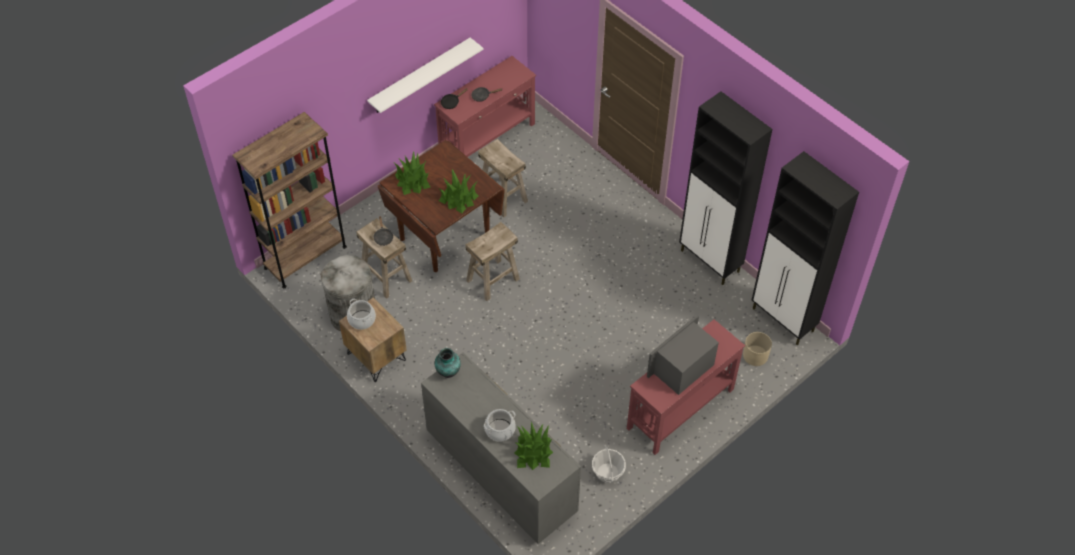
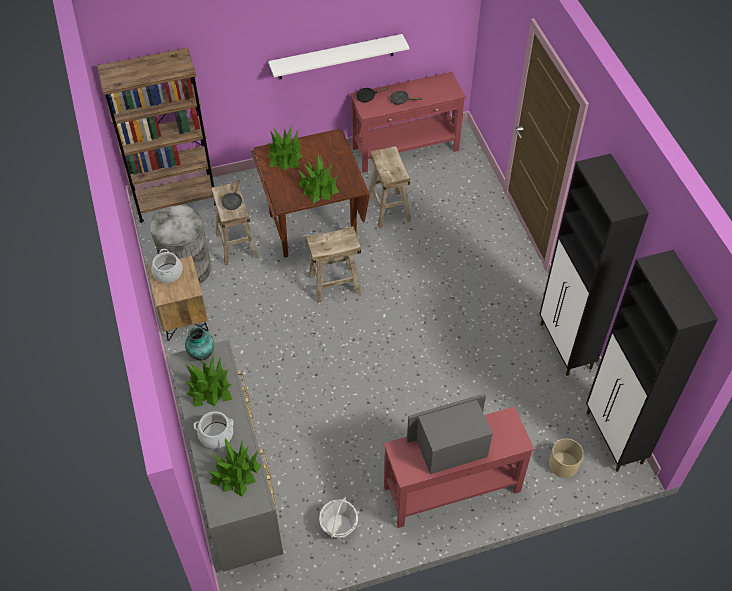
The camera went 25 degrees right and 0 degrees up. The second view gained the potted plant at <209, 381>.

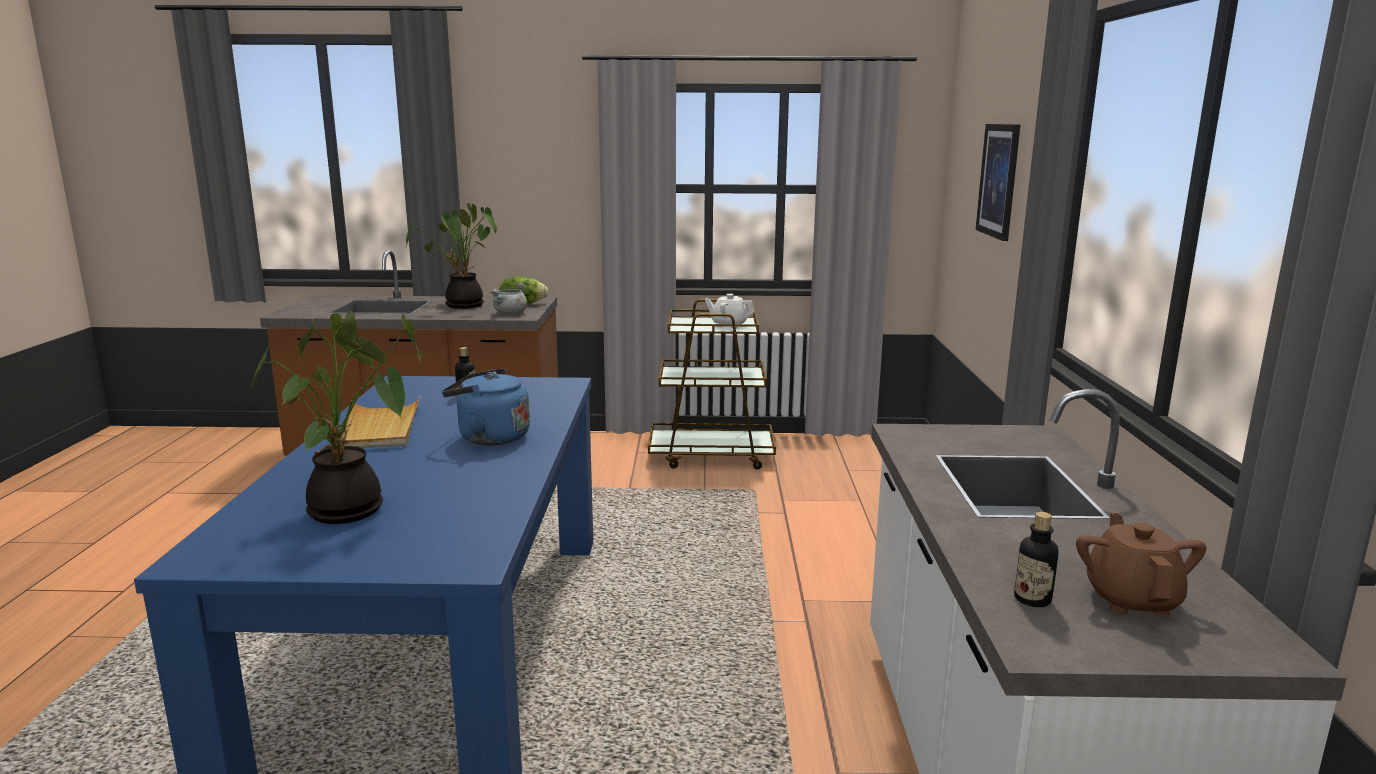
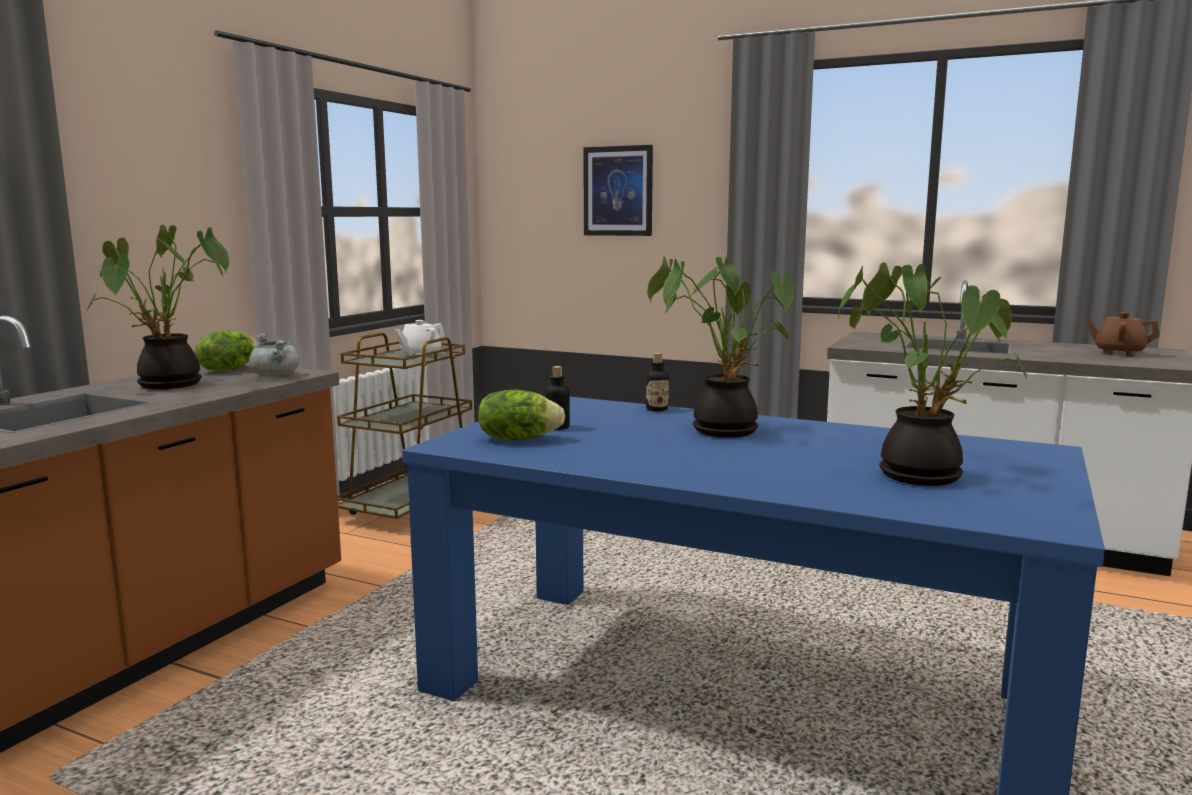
The camera went 65 degrees left and 5 degrees down. Where the blue kettle stood at <486, 407>, the potted plant came to stand at <720, 347>. The second view lost the beige tray at <380, 422>. The bottle ended up elsewhere, having gone from <1036, 559> to <657, 382>. The second view gained the lettuce at <521, 415>.

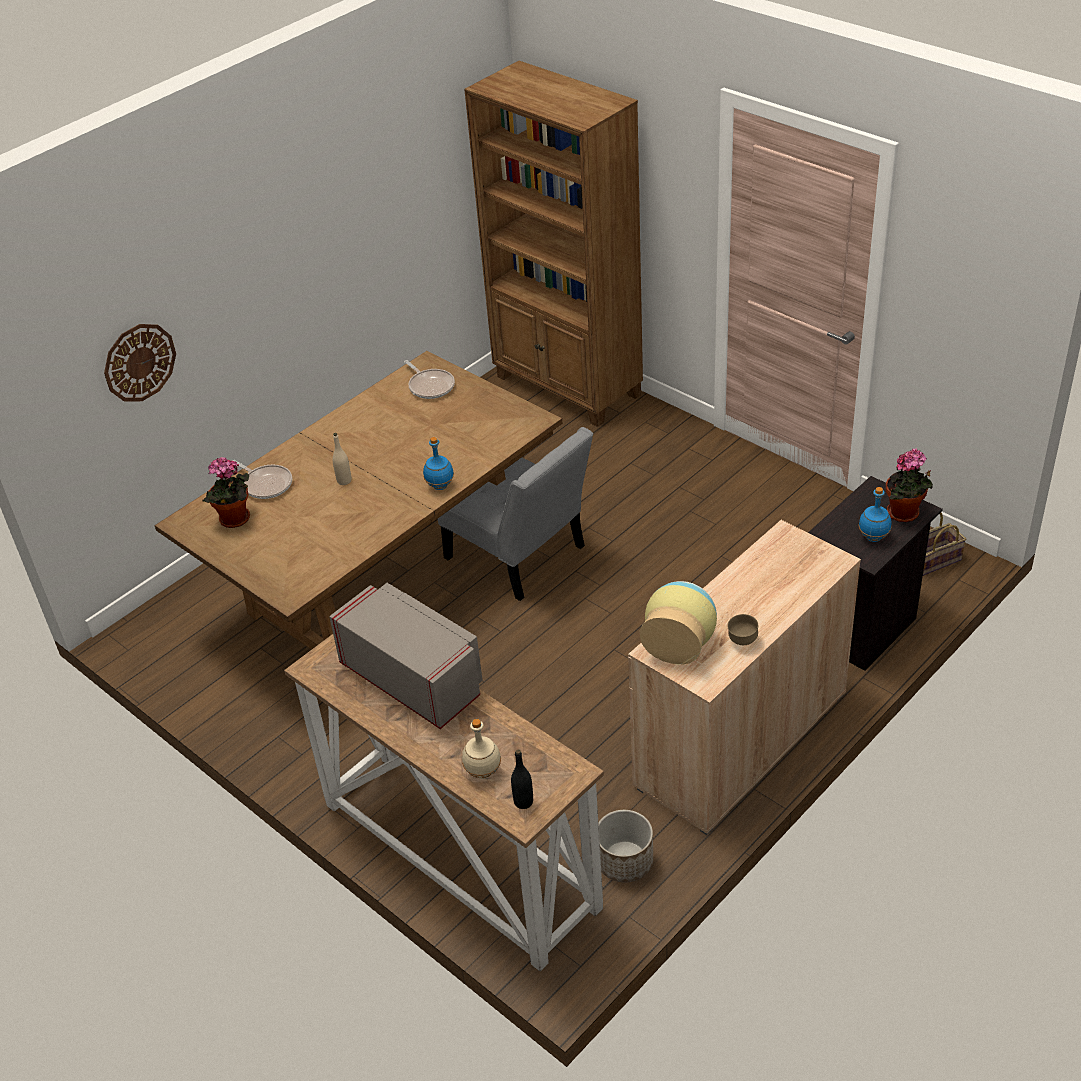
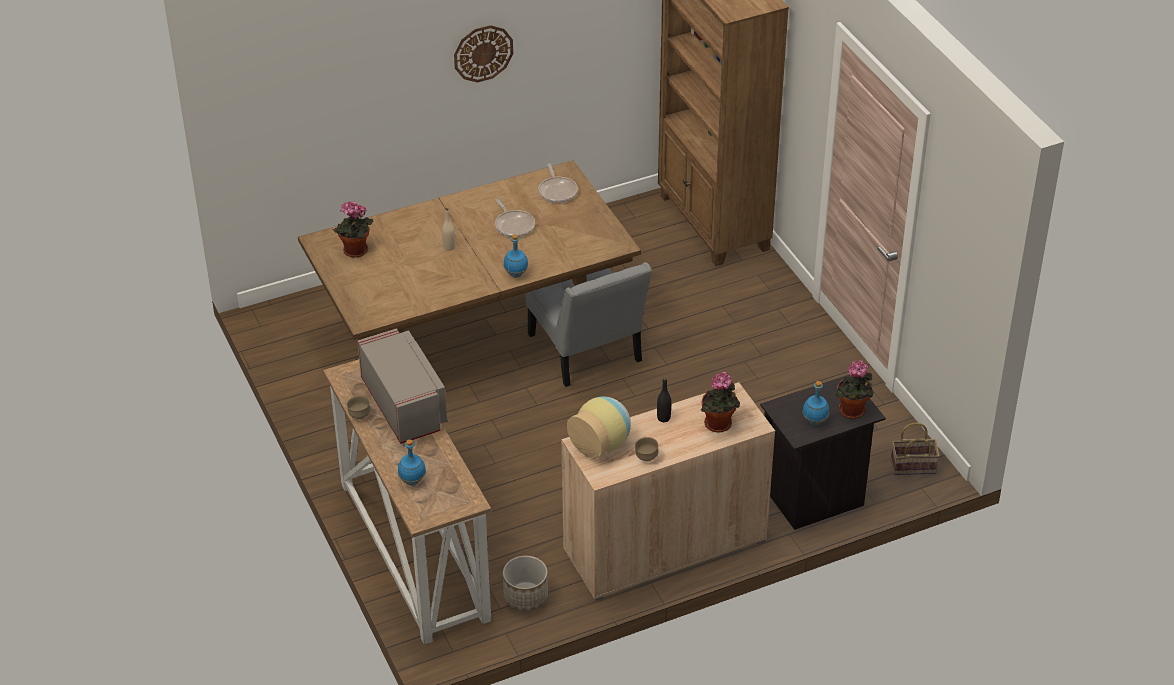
The camera went 20 degrees right and 0 degrees up. The wall clock ended up elsewhere, having gone from <140, 363> to <483, 54>. The frying pan ended up elsewhere, having gone from <262, 479> to <515, 218>. What was the beige bottle at <481, 749> turned into the blue bottle at <412, 462>. The black bottle ended up elsewhere, having gone from <522, 779> to <664, 400>. The second view gained the potted plant at <720, 402>. The second view gained the brown bowl at <359, 407>.

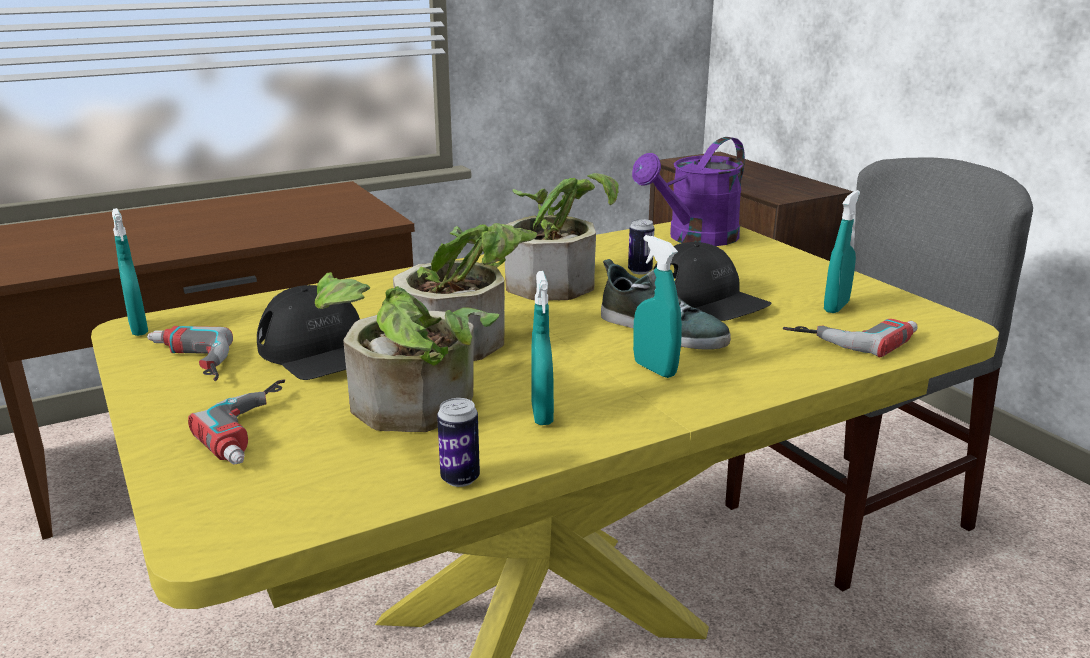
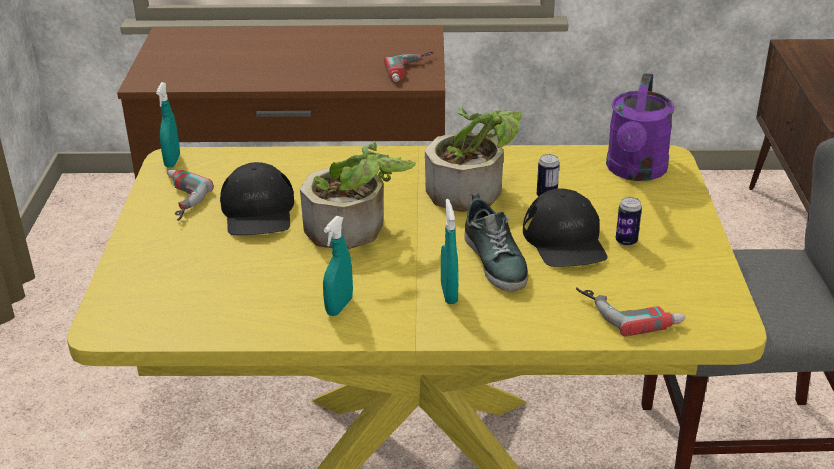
The camera went 30 degrees right and 10 degrees up. The purple watering can at <688, 191> ended up facing another way, 60 degrees counterclockwise from before. The second view lost the turquoise spray bottle at <842, 251>. The second view lost the potted plant at <407, 352>. The power drill ended up elsewhere, having gone from <236, 422> to <409, 66>. The can ended up elsewhere, having gone from <458, 442> to <629, 221>.

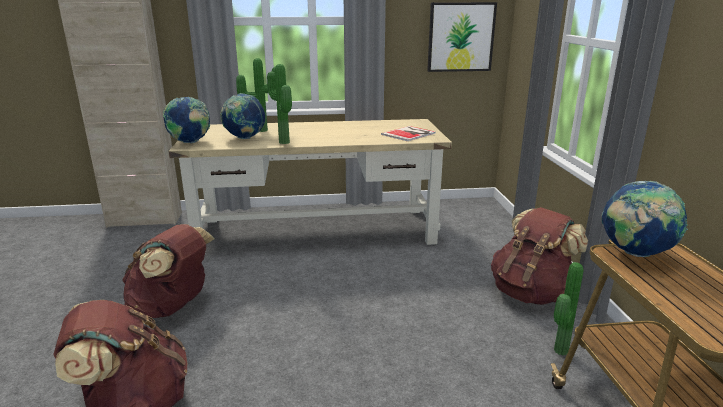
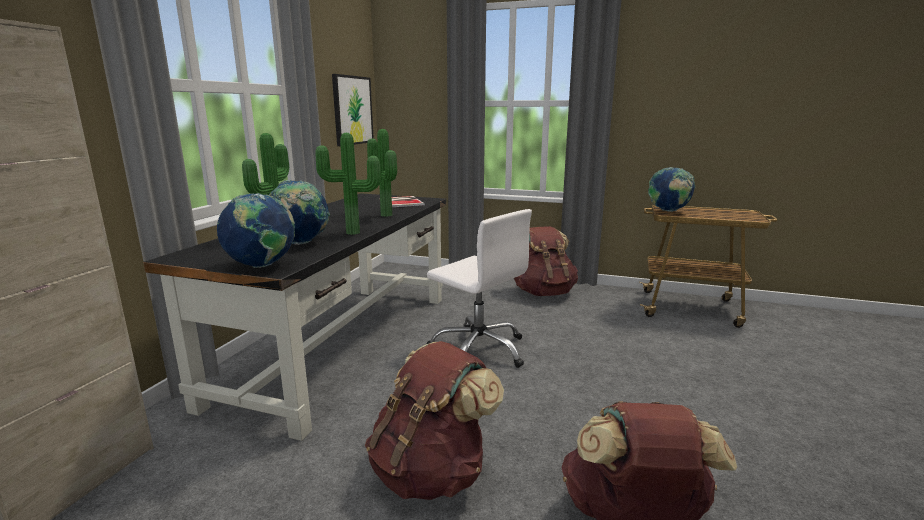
The camera went 65 degrees left and 5 degrees down. What was the beige desk at <310, 186> turned into the black desk at <294, 317>. The potted plant ended up elsewhere, having gone from <568, 308> to <382, 173>. The second view gained the white office chair at <479, 288>.

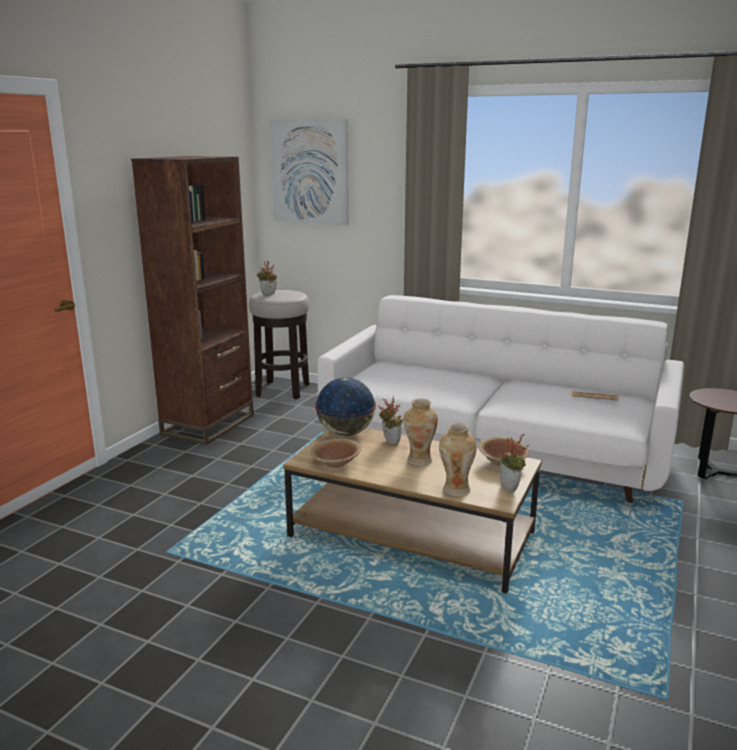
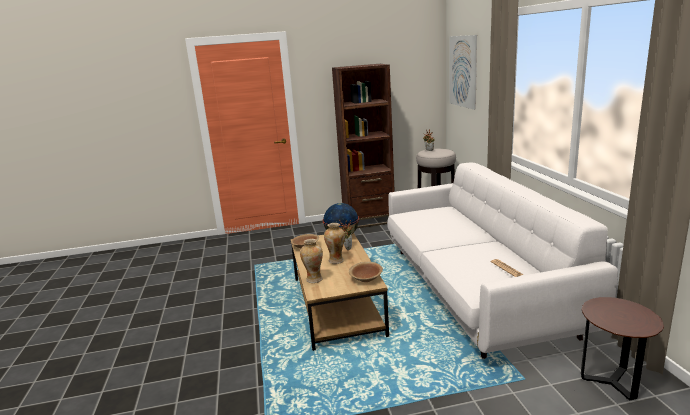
The camera went 55 degrees right and 0 degrees up. The second view lost the potted plant at <514, 463>.

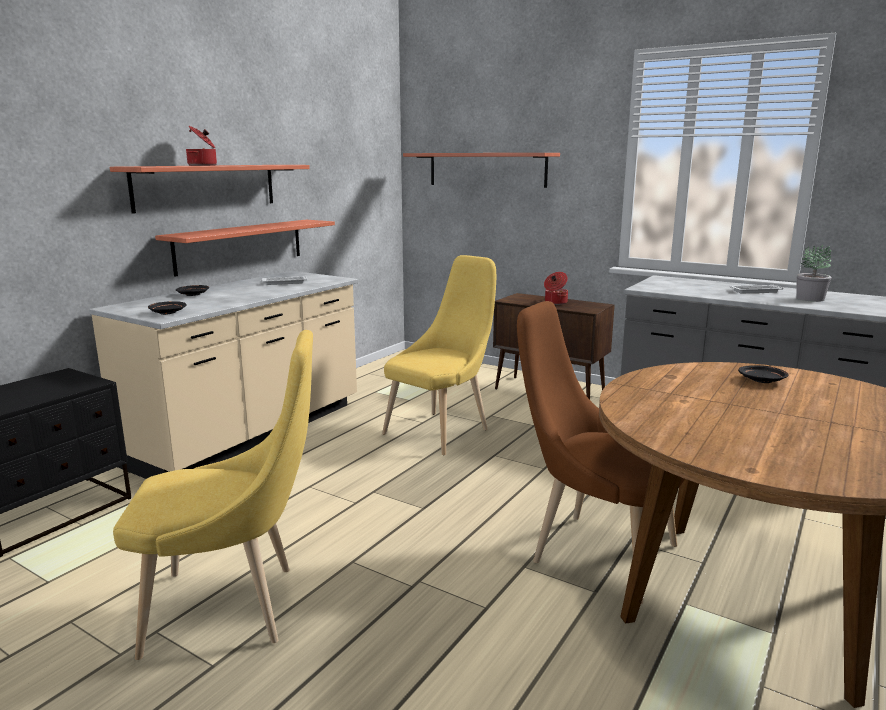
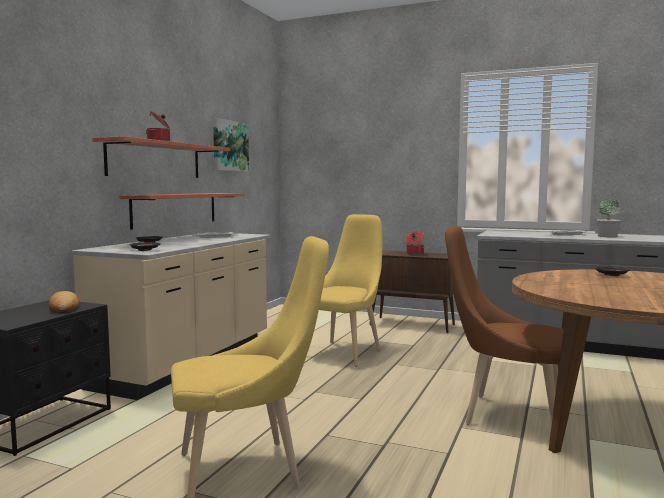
The camera went 10 degrees left and 10 degrees down. The second view lost the shelf at <481, 170>. The second view gained the picture at <231, 145>. The second view gained the bread at <64, 302>.

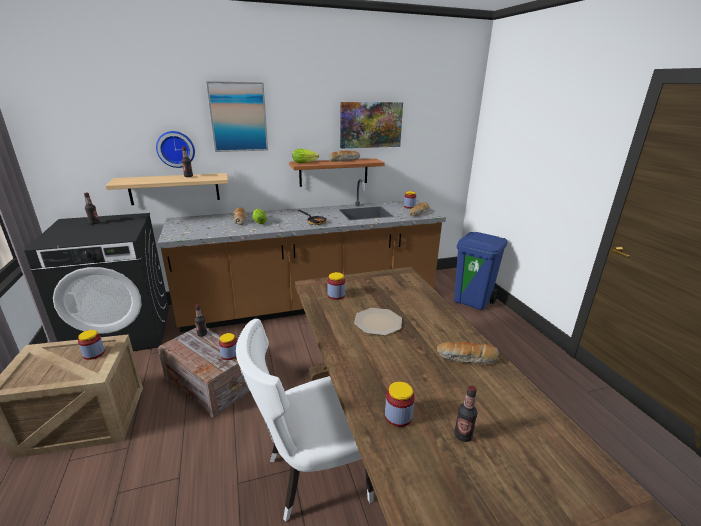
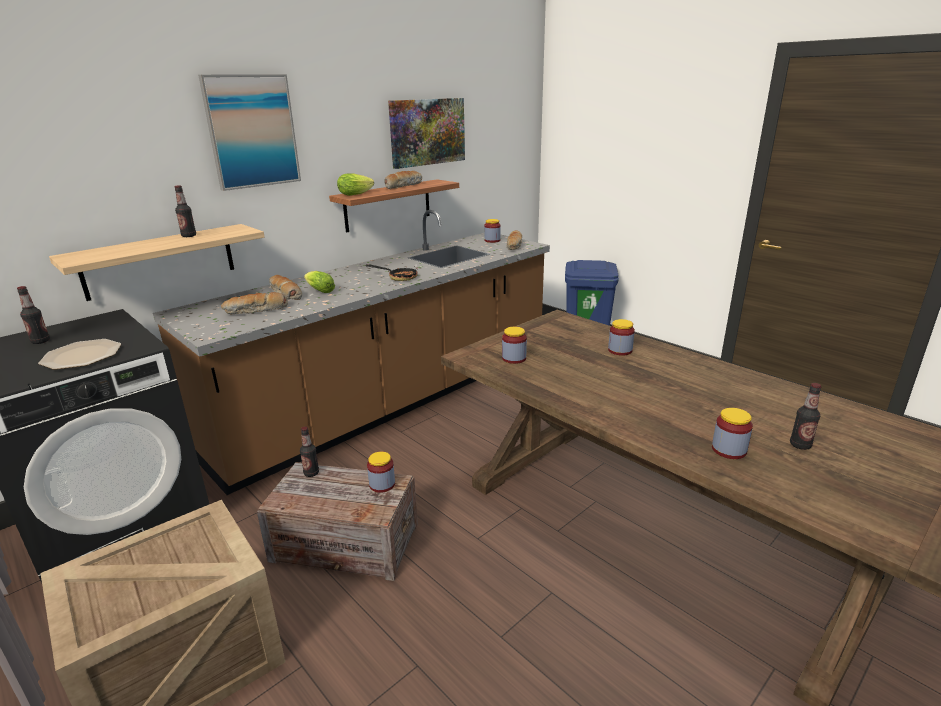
The camera went 25 degrees left and 0 degrees up. The second view lost the wall clock at <175, 149>. The plate ended up elsewhere, having gone from <378, 322> to <79, 354>. The second view lost the white chair at <304, 420>. The jar ended up elsewhere, having gone from <91, 345> to <621, 337>. The bread ended up elsewhere, having gone from <468, 353> to <254, 303>.

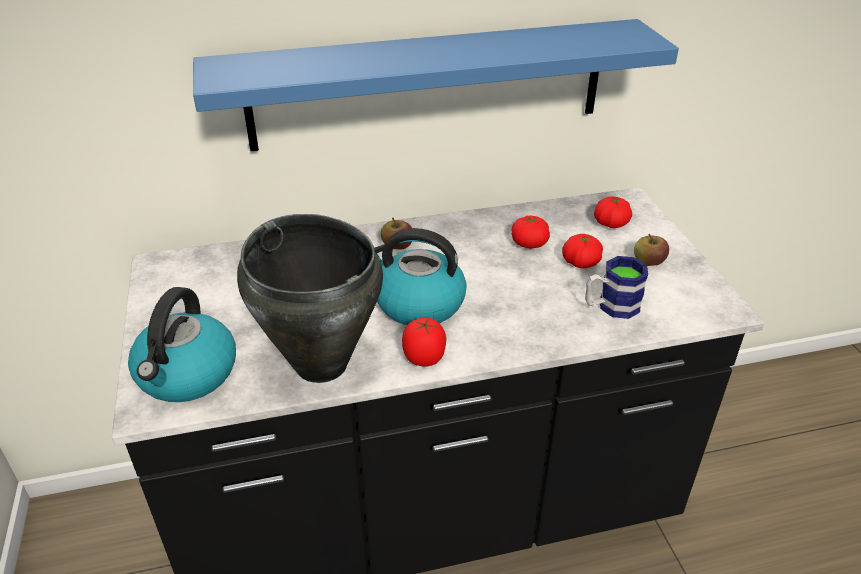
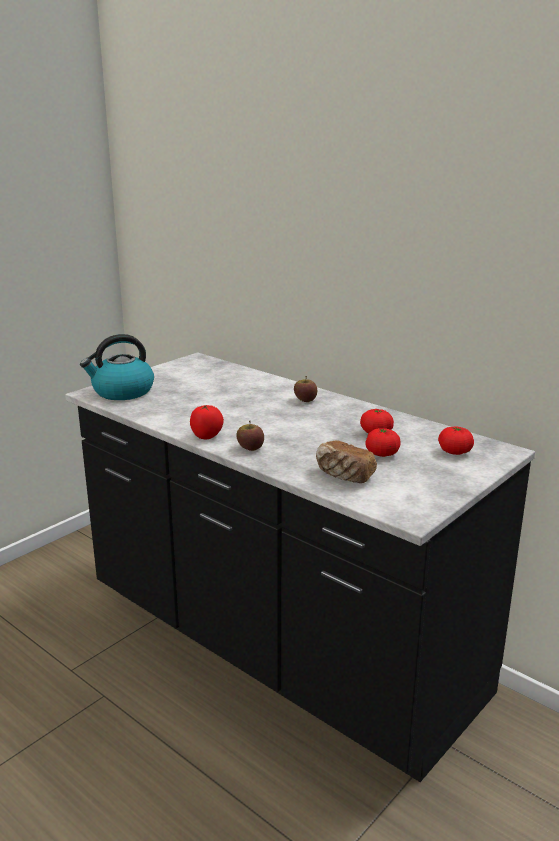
The camera went 55 degrees right and 15 degrees down. The second view lost the blue shelf at <436, 85>. The second view lost the black cooking pot at <310, 298>. The second view lost the kettle at <420, 276>. The apple ended up elsewhere, having gone from <651, 250> to <250, 436>. Where the mug stood at <616, 287>, the bread came to stand at <346, 461>.

